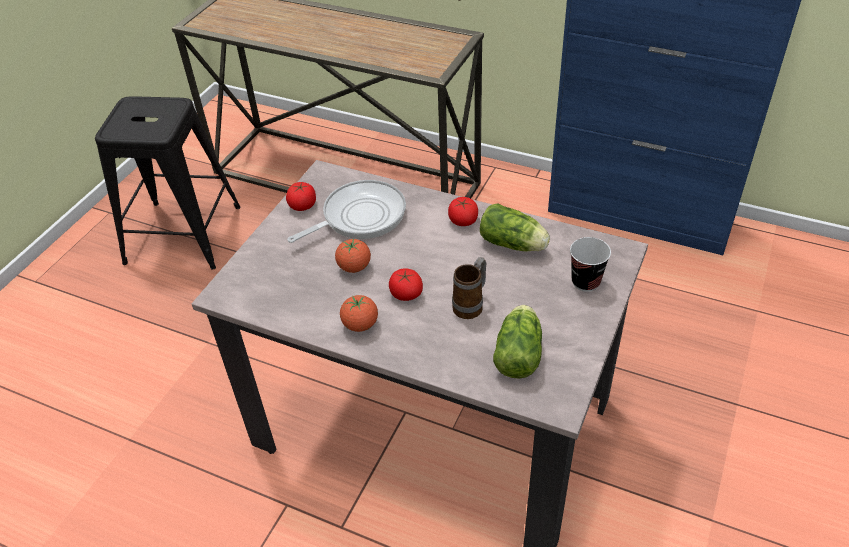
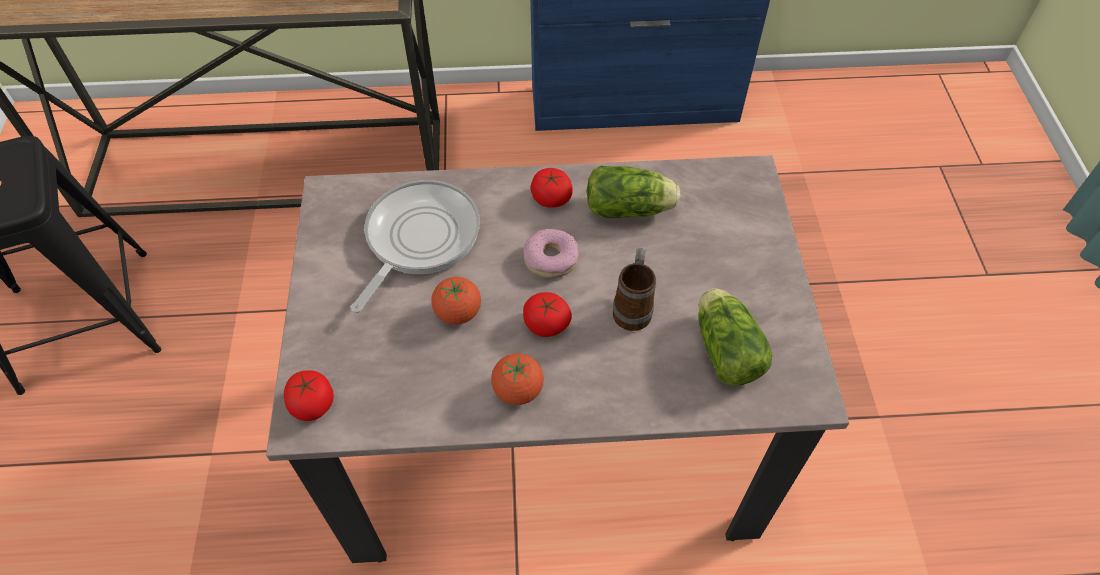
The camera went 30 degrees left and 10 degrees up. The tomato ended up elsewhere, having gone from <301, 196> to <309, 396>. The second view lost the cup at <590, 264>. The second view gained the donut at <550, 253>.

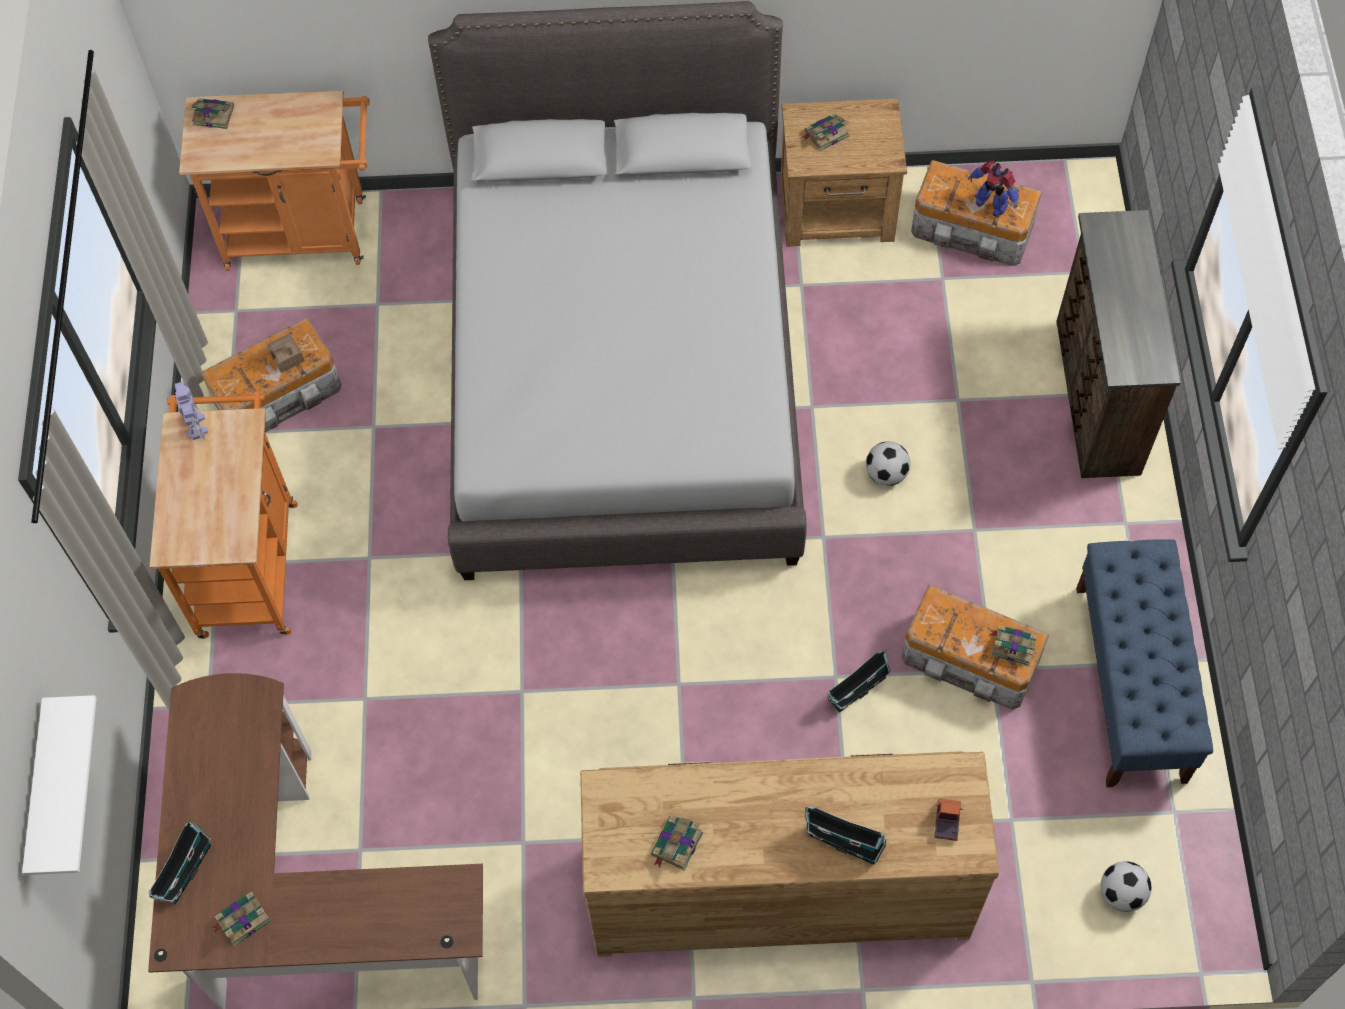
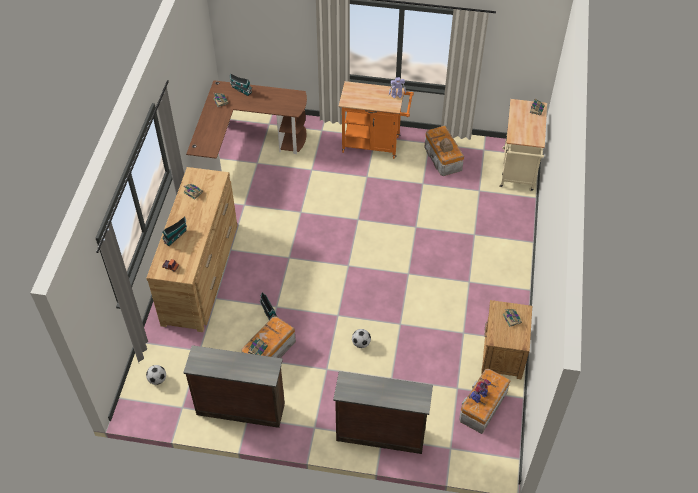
The camera went 100 degrees right and 10 degrees down. The second view lost the grey bed at <617, 290>. What was the orange cart at <274, 180> turned into the beige cart at <523, 145>. Where the blue bench stood at <1144, 663>, the brown dresser came to stand at <234, 386>. The second view lost the white shelf at <59, 785>.

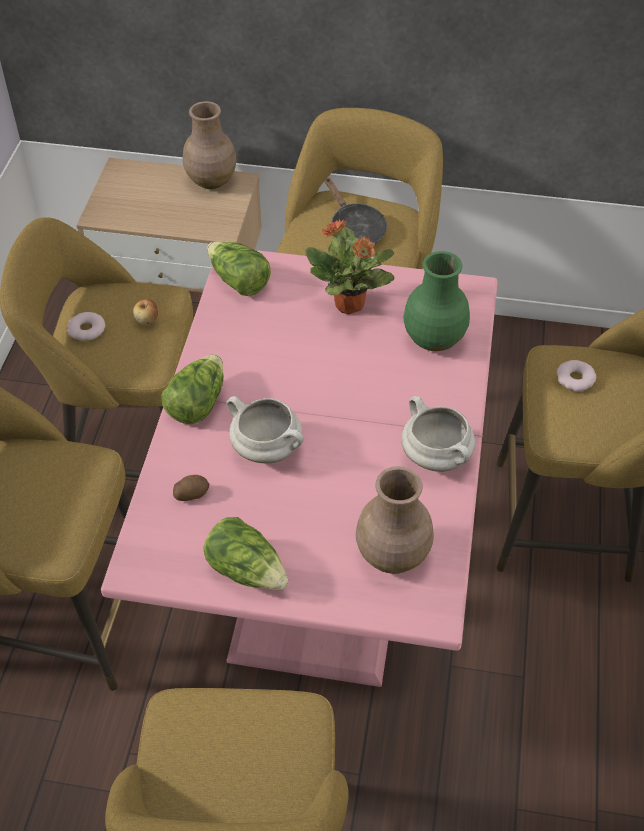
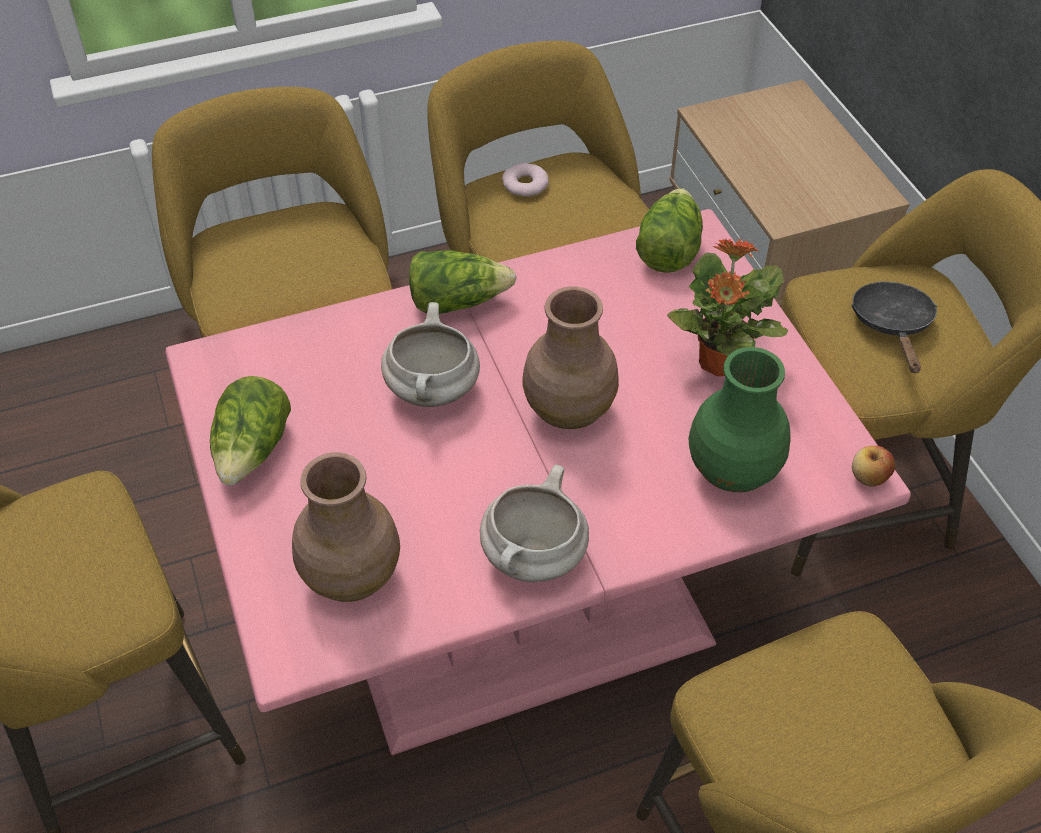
The camera went 60 degrees right and 0 degrees up. The brown vase ended up elsewhere, having gone from <210, 145> to <570, 357>. The black frying pan at <355, 210> ended up facing another way, 150 degrees clockwise from before. The apple ended up elsewhere, having gone from <145, 312> to <873, 466>. The second view lost the donut at <576, 376>. The second view lost the potato at <191, 488>.

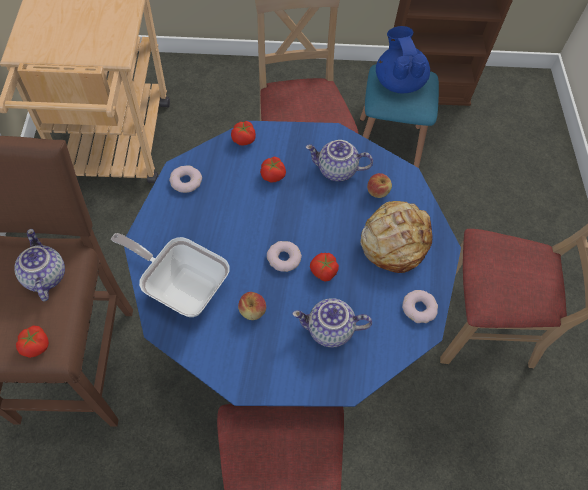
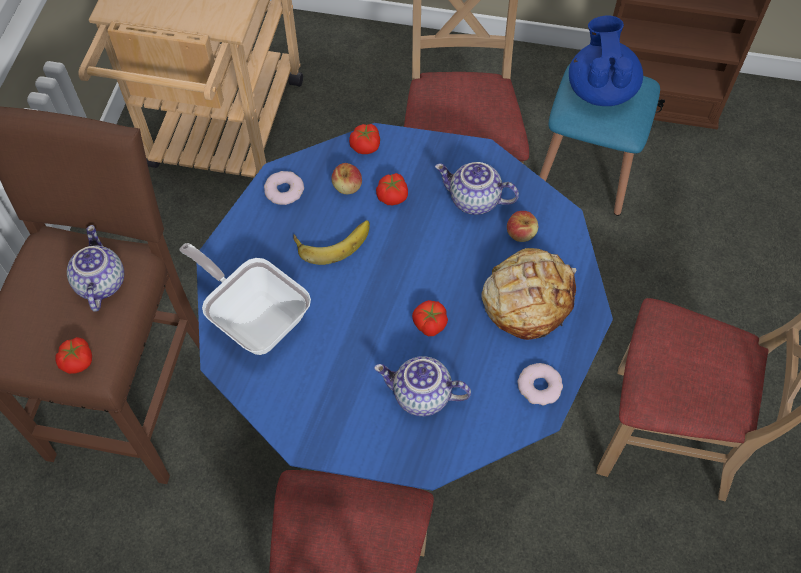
The camera went 15 degrees right and 0 degrees up. The second view lost the donut at <284, 256>. The apple ended up elsewhere, having gone from <252, 306> to <346, 178>. The second view gained the banana at <331, 242>.

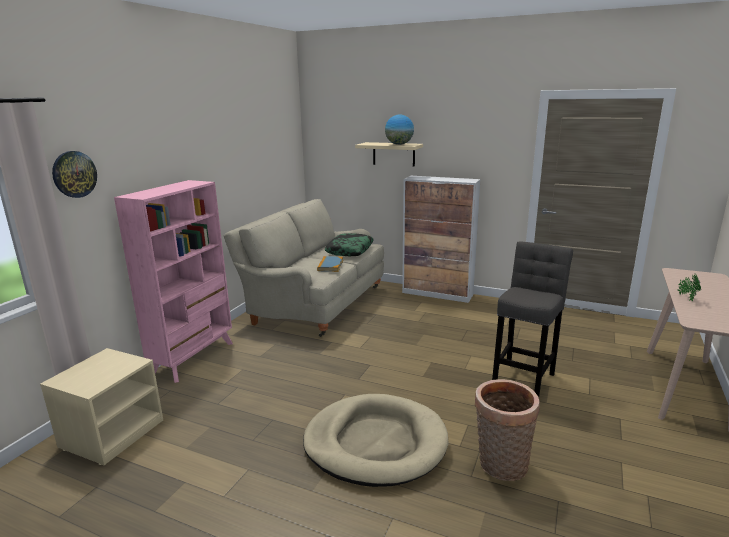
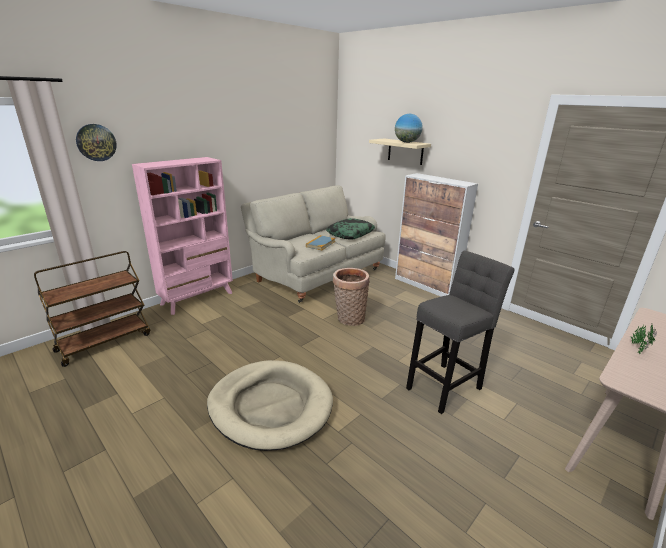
The camera went 20 degrees right and 5 degrees up. Where the beige nightstand stood at <101, 406>, the brown cart came to stand at <92, 309>. The basket ended up elsewhere, having gone from <507, 430> to <351, 297>.

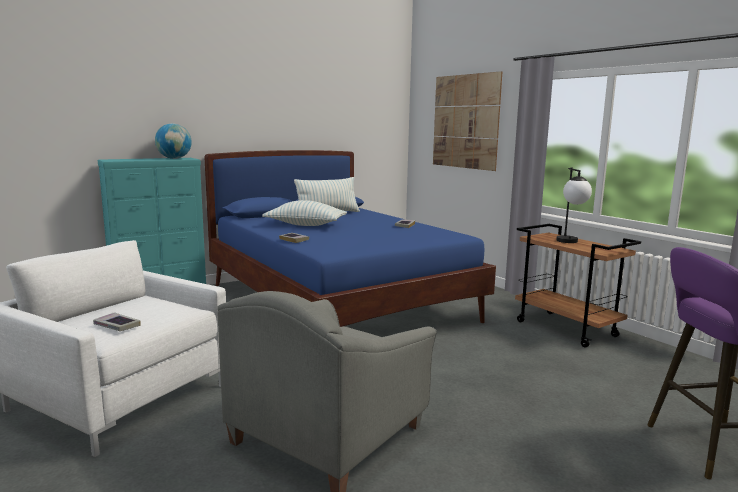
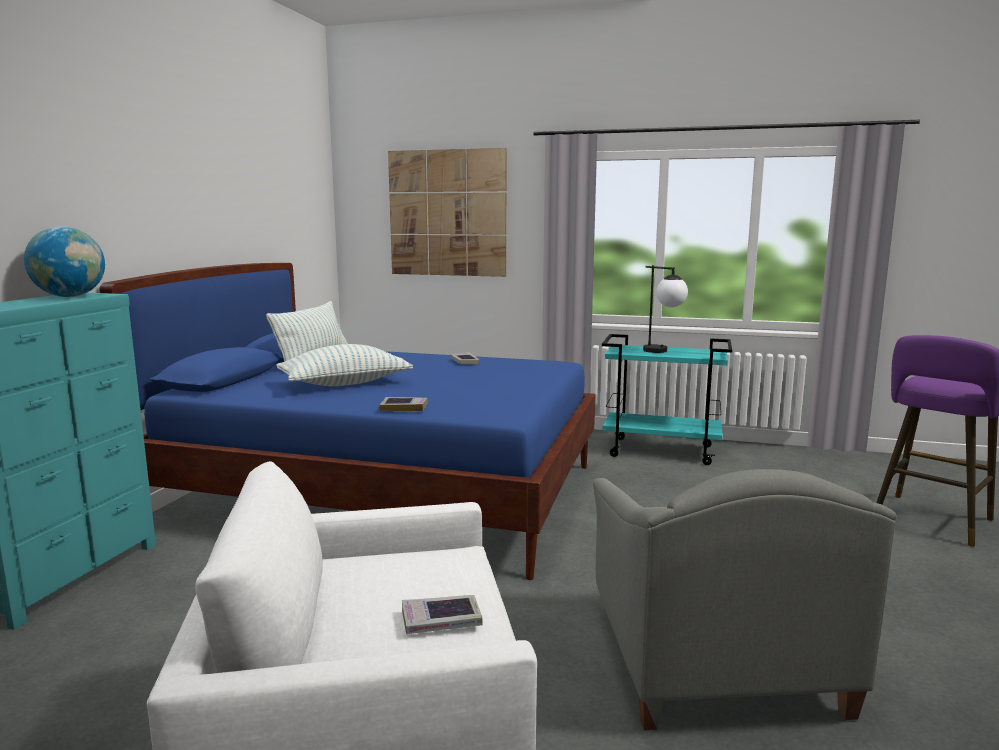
The camera went 40 degrees left and 0 degrees up. What was the brown cart at <578, 285> turned into the turquoise cart at <667, 399>.

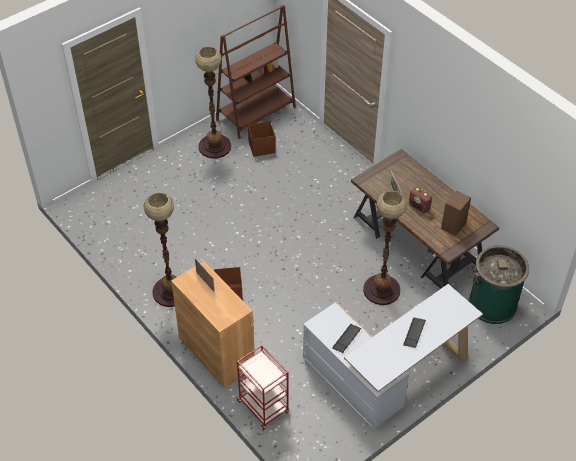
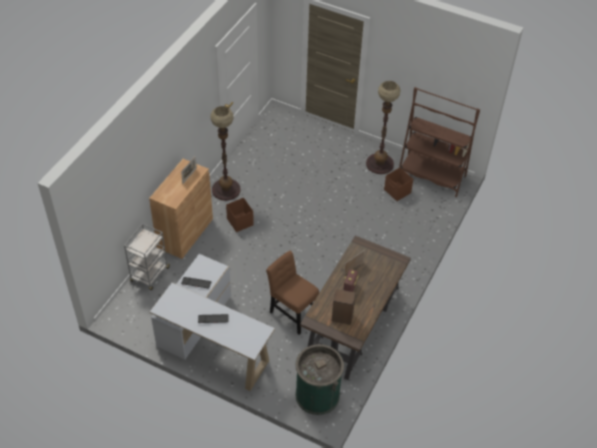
The camera went 65 degrees right and 0 degrees up. Where the floor lamp stood at <385, 248>, the brown chair came to stand at <292, 292>. What was the red cart at <263, 387> turned into the grey cart at <147, 256>.

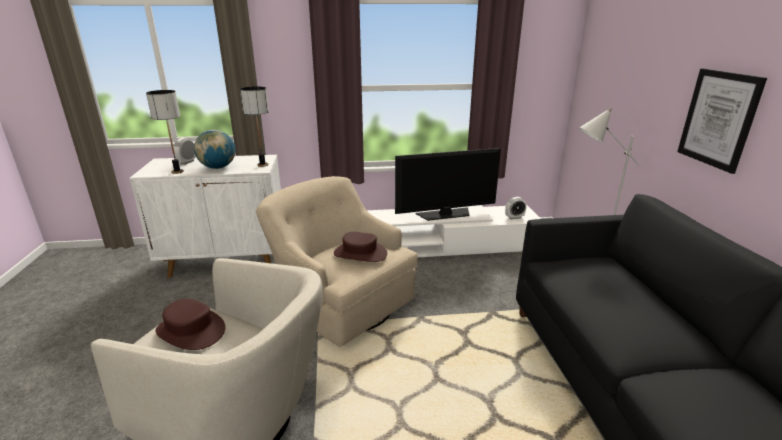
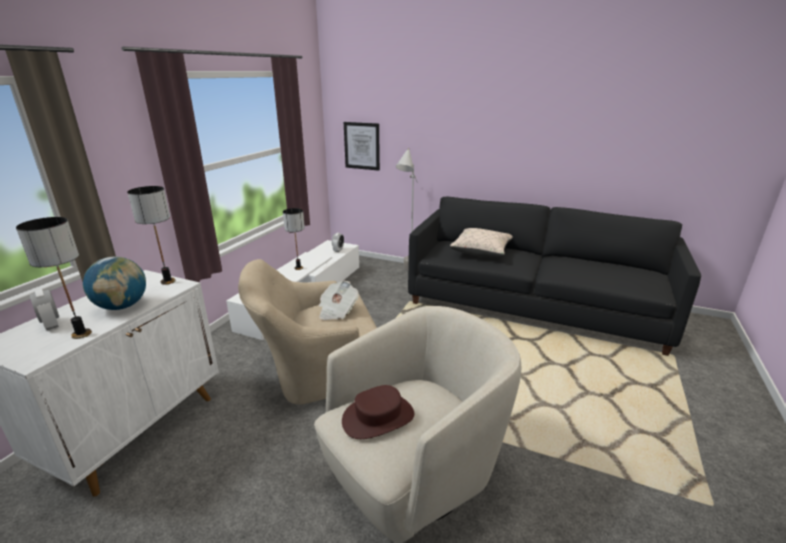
The camera went 60 degrees left and 0 degrees up. The picture ended up elsewhere, having gone from <722, 121> to <362, 146>. Where the television stood at <448, 184>, the table lamp came to stand at <294, 239>. Where the brown hat stood at <360, 247>, the newspaper came to stand at <339, 300>. The second view gained the beige pillow at <481, 242>.

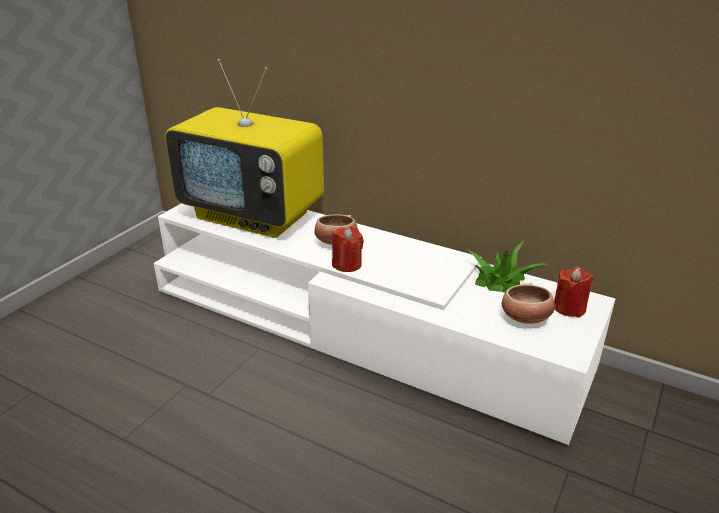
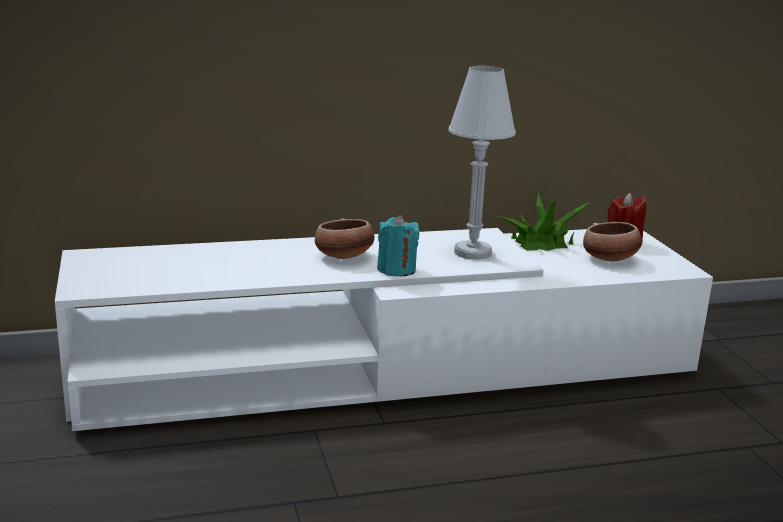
The camera went 45 degrees left and 10 degrees down. The second view lost the television at <244, 148>. What was the red candle at <348, 249> turned into the turquoise candle at <398, 245>. The second view gained the white table lamp at <482, 163>.

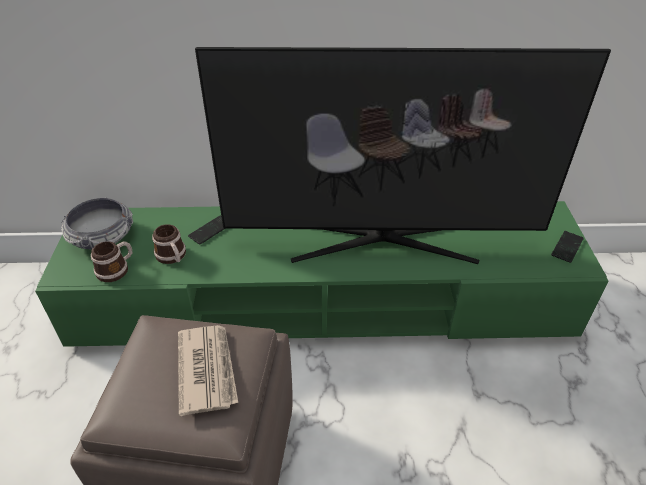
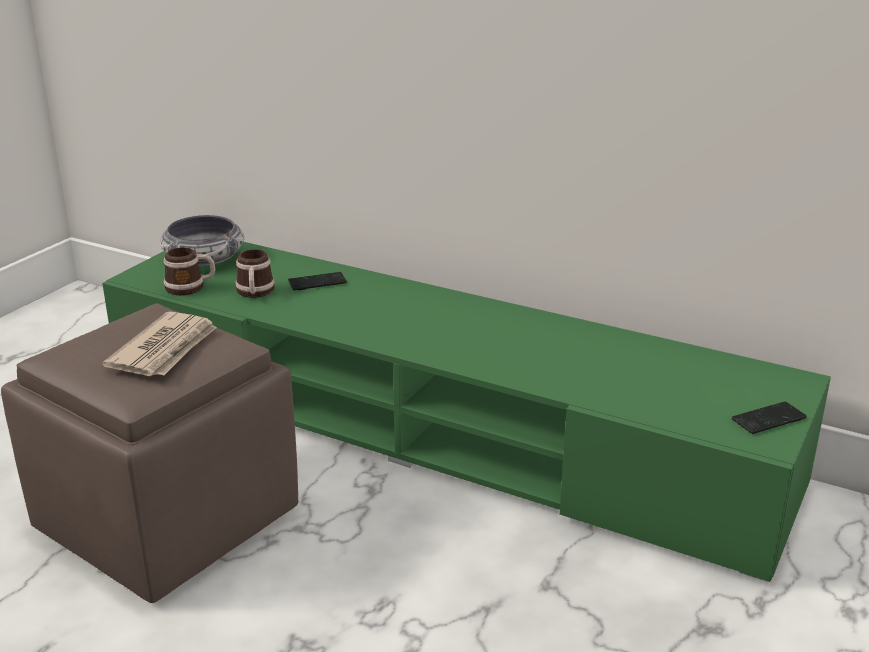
The camera went 30 degrees right and 15 degrees down. The second view lost the television at <403, 155>.

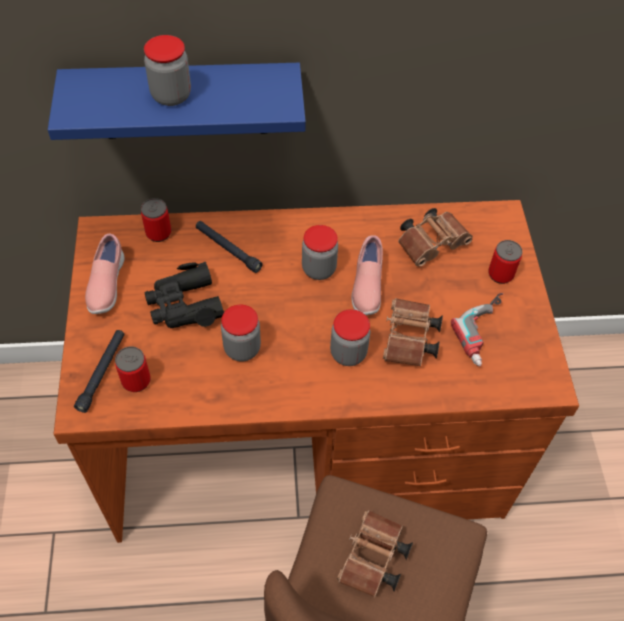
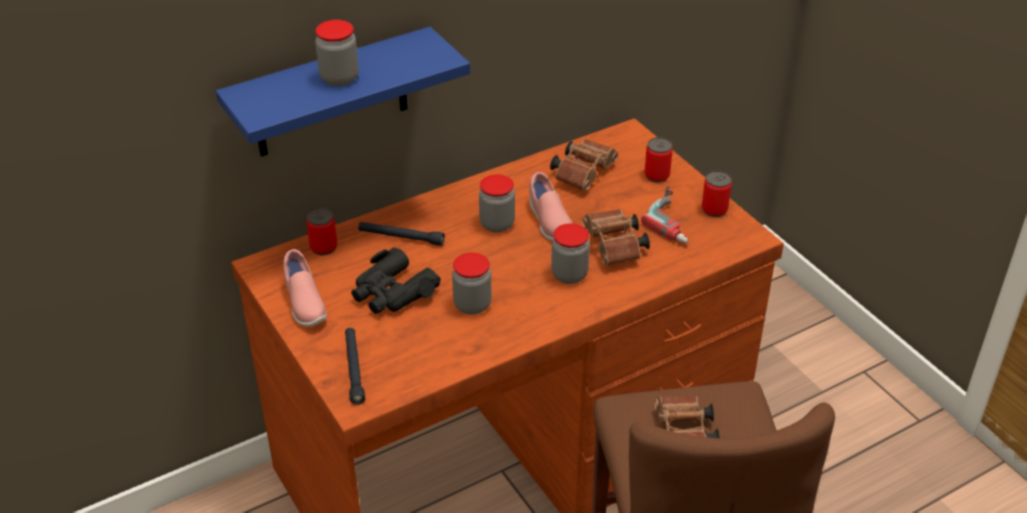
The camera went 25 degrees left and 15 degrees down. The can ended up elsewhere, having gone from <133, 369> to <717, 194>.

